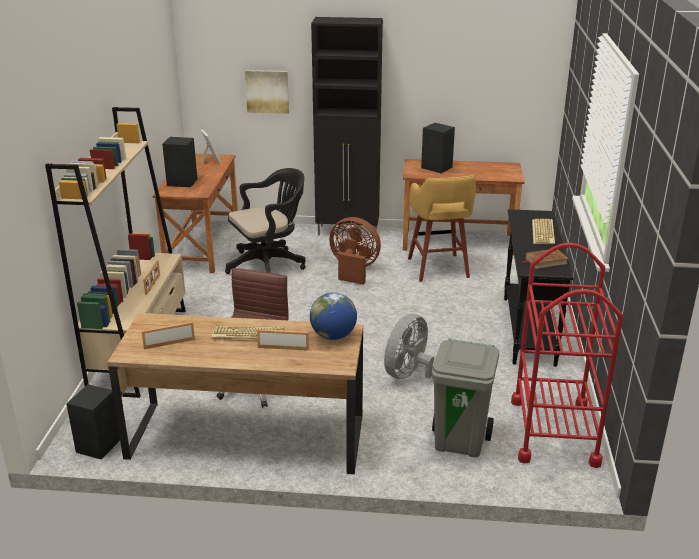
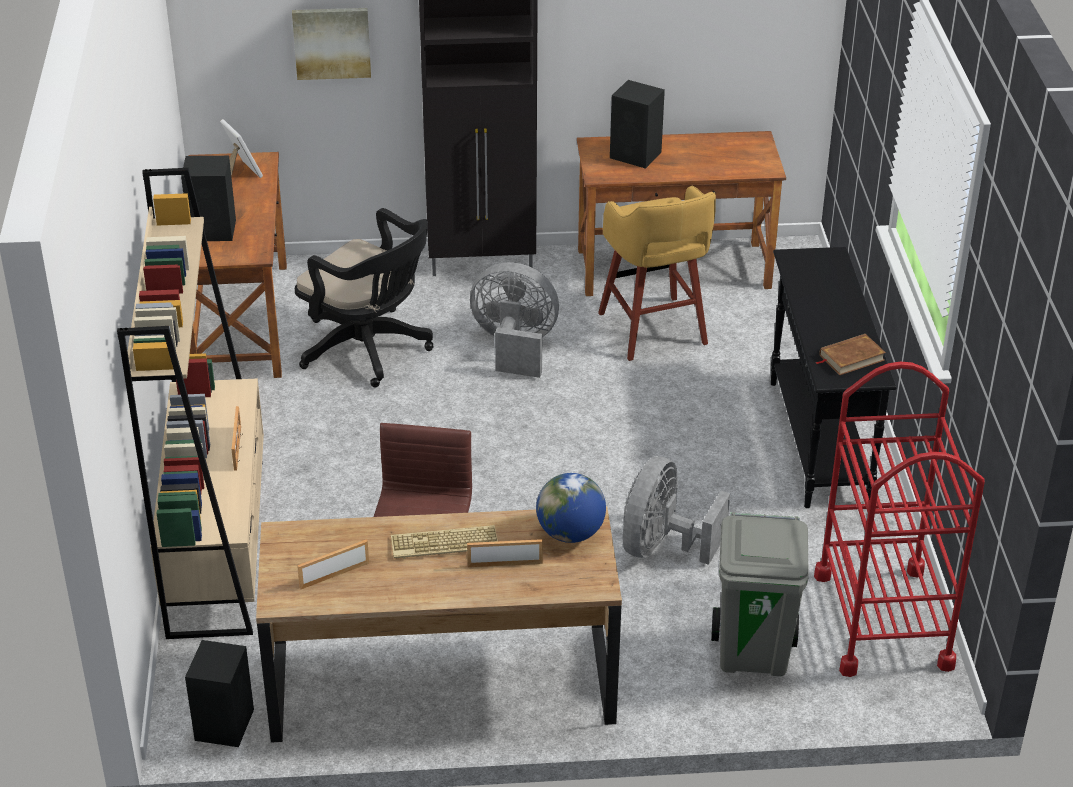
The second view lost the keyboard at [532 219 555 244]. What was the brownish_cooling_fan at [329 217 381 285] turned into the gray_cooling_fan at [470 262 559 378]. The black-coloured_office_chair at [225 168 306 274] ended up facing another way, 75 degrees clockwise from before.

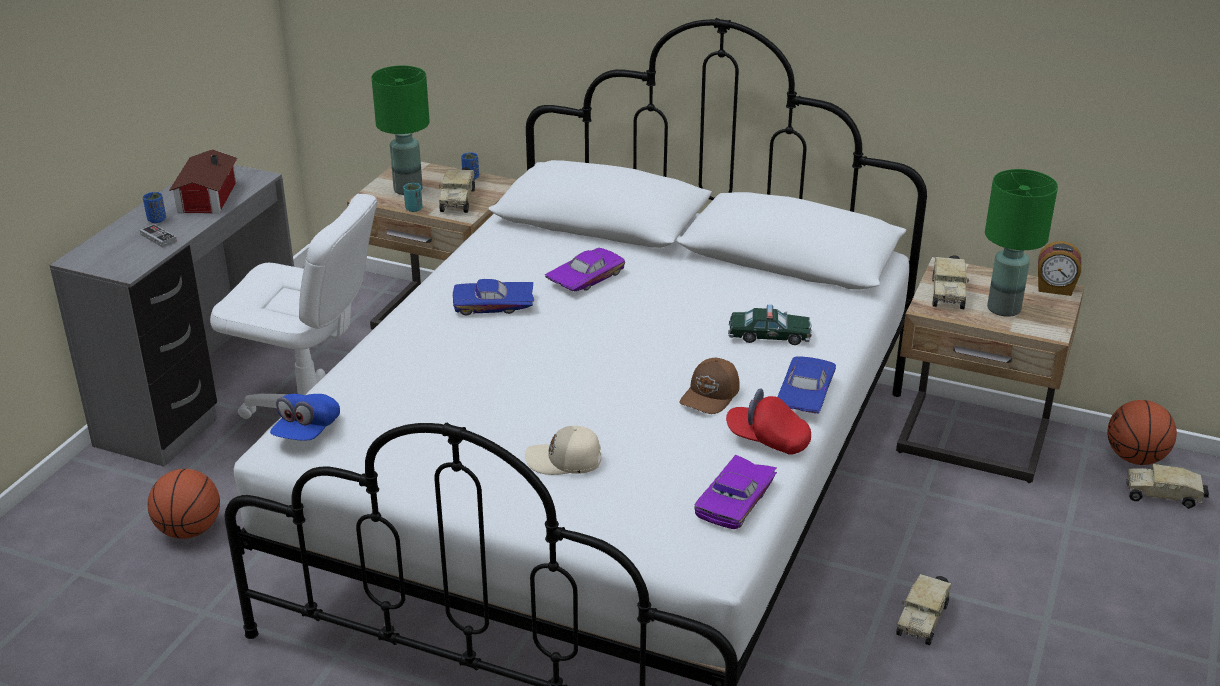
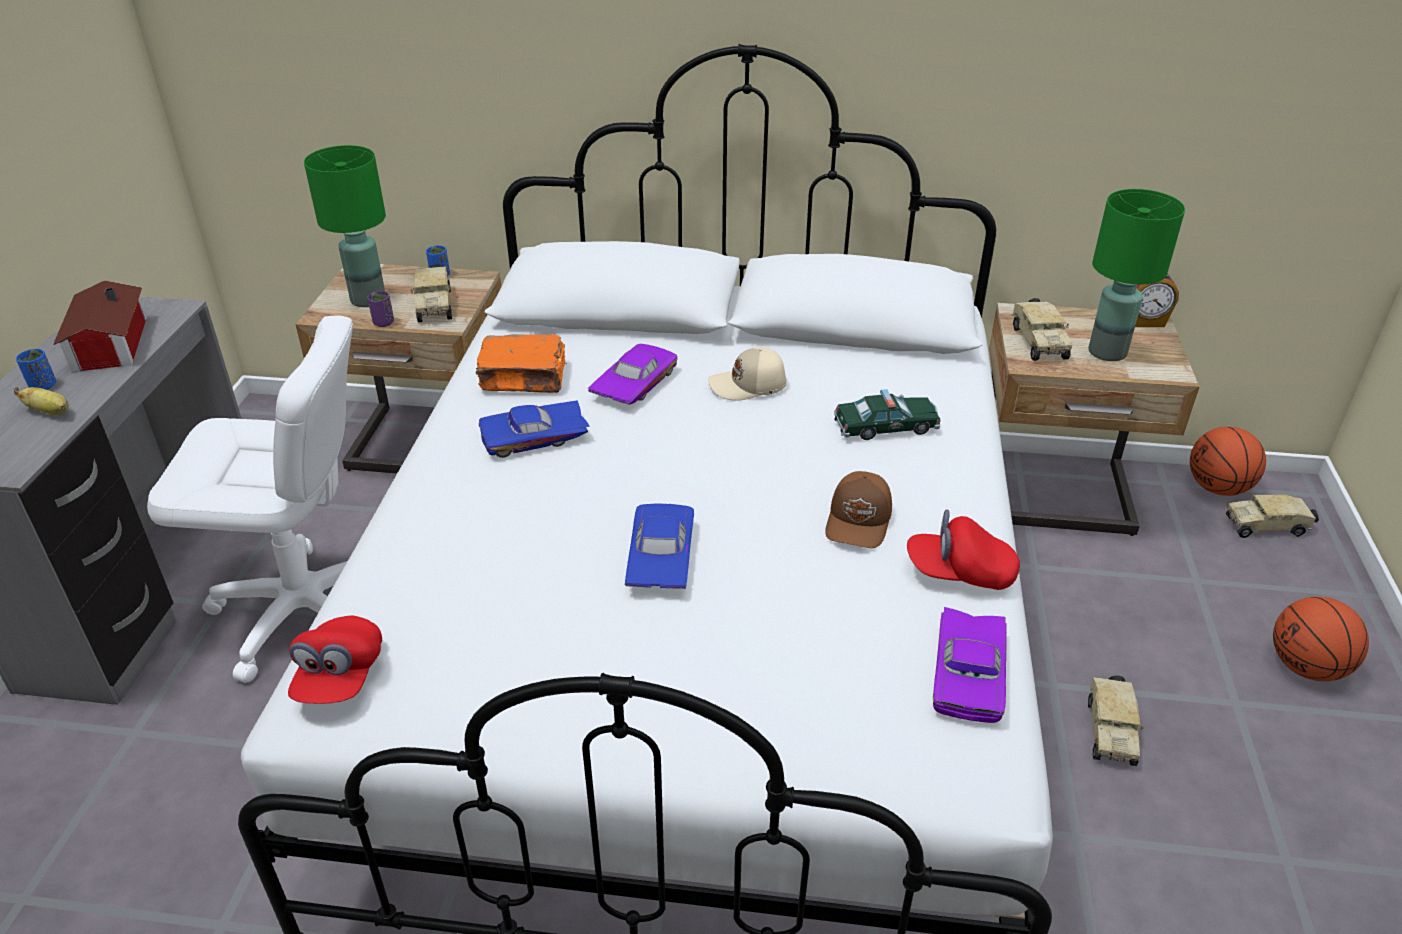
The second view gained the orange-coloured_book at [476 334 566 393]. The basketball_ball ended up elsewhere, having gone from [148 469 220 539] to [1273 597 1369 681]. The beige-coloured_baseball_cap ended up elsewhere, having gone from [525 426 601 475] to [708 348 786 400]. The blue-coloured_toy_car ended up elsewhere, having gone from [778 356 836 414] to [625 503 694 589]. Where the gamepad stood at [140 224 177 247], the banana_fruit came to stand at [14 387 69 415]. What was the blue-coloured_baseball_cap at [270 394 340 440] turned into the reddish_baseball_cap at [288 616 382 704]. What was the turquoise-coloured_small_cup at [403 183 423 212] turned into the purple-coloured_small_cup at [367 291 394 327].

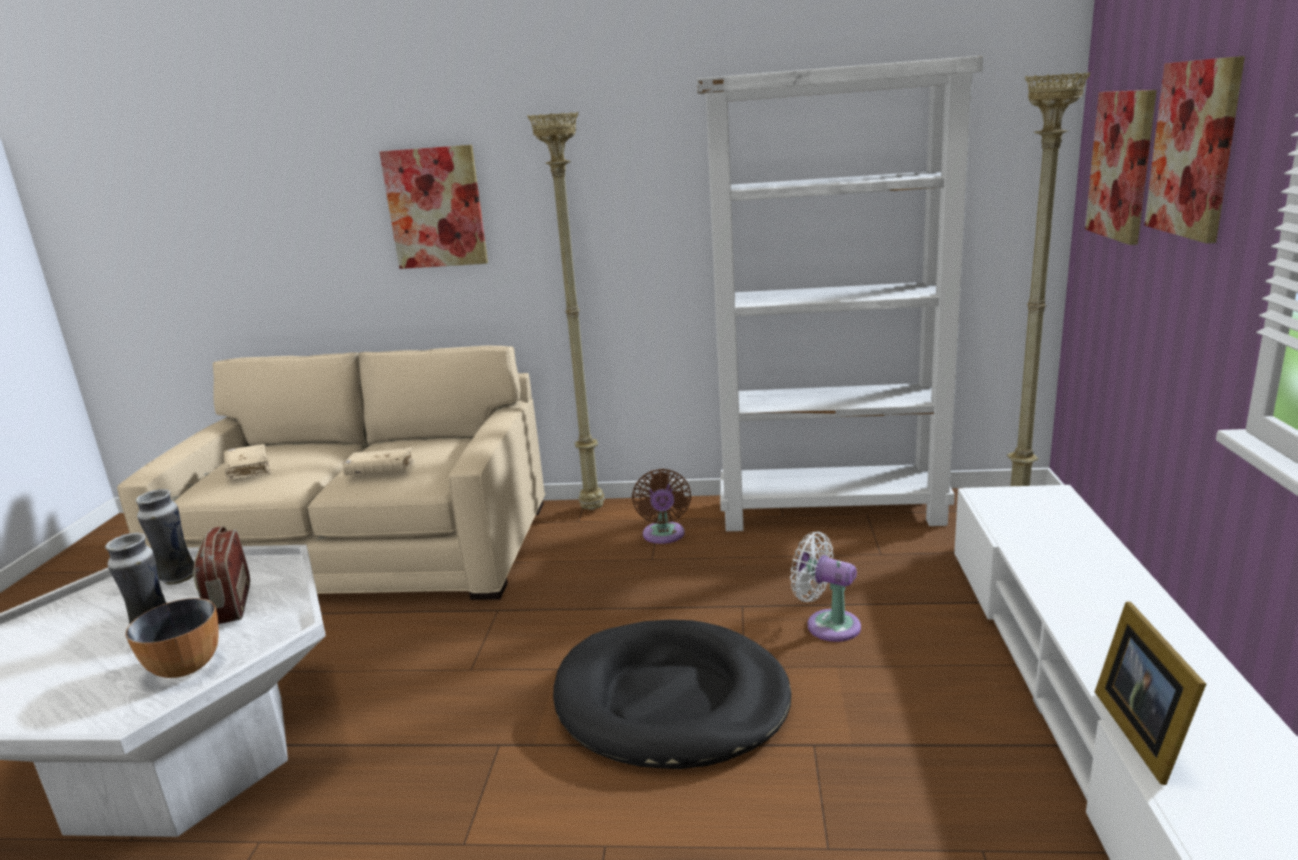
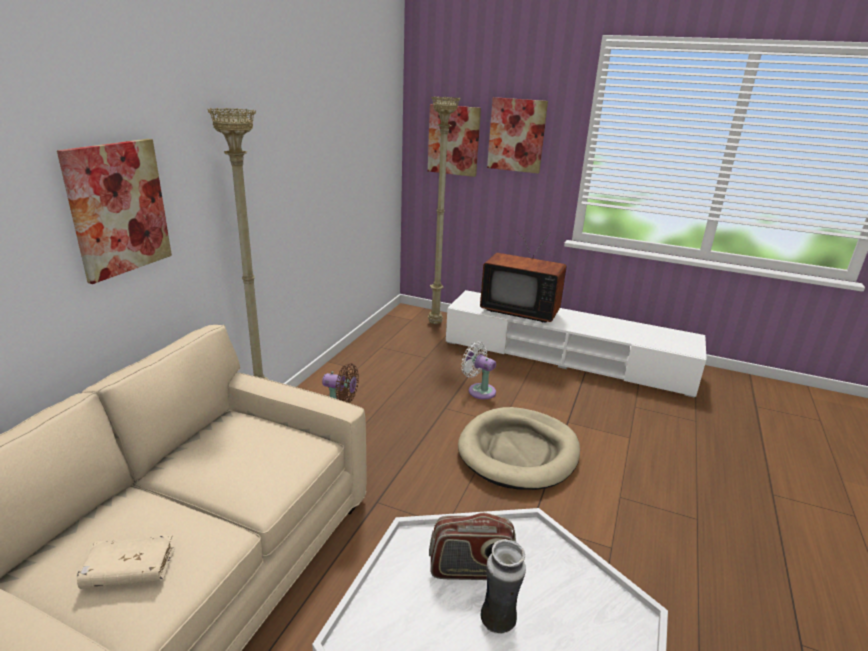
The second view lost the deep_dish at [125 598 219 678]. The second view lost the decorative_vase at [136 489 194 585]. The second view lost the beige-coloured_book at [342 447 415 475]. The second view lost the white-coloured_bookcase at [697 56 984 531]. The second view lost the standing_frame at [1095 602 1206 785]. The second view gained the TV at [480 231 566 323]. What was the black-coloured_dog_bed at [553 620 791 769] turned into the beige-coloured_dog_bed at [458 407 580 490]. The white-coloured_cooling_fan at [790 532 861 642] ended up facing another way, 75 degrees clockwise from before.

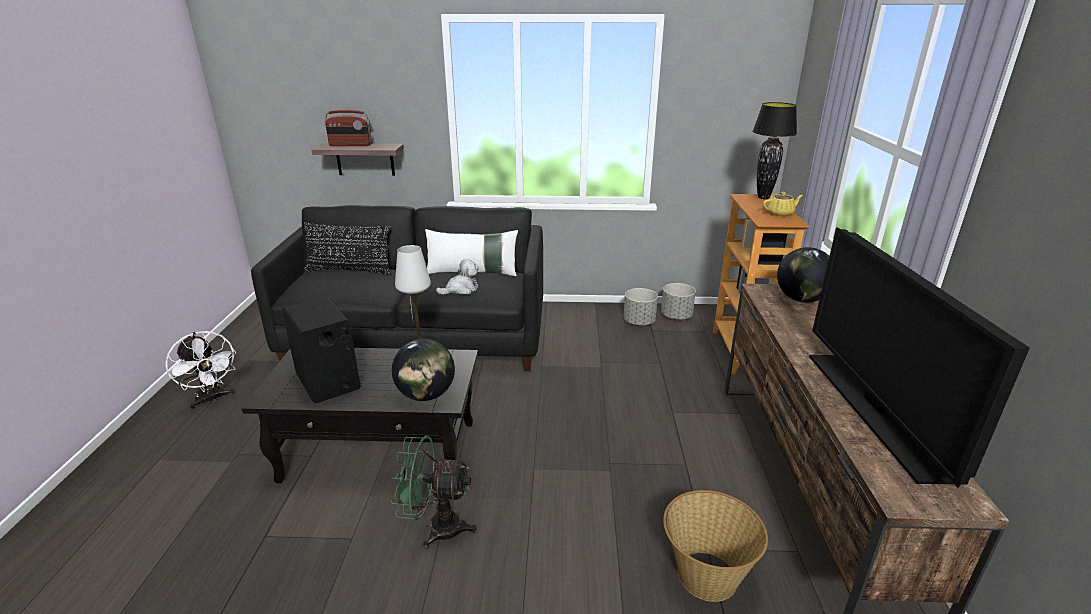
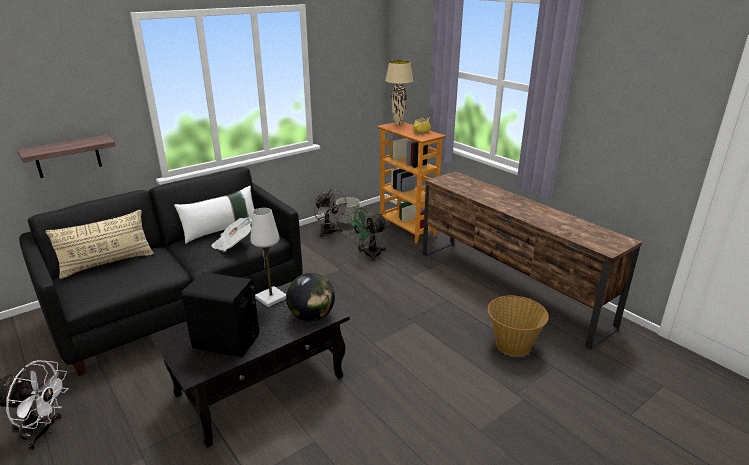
The second view lost the radio at [325 110 372 146]. The second view lost the desk_globe at [777 247 829 303]. The second view lost the TV at [809 227 1030 488]. The green-coloured_cooling_fan ended up elsewhere, having gone from [391 436 477 549] to [347 208 388 261]. Where the plush_toy stood at [436 259 479 295], the newspaper came to stand at [212 217 252 252]. Where the gray_plant_pot stood at [624 288 658 325], the gray_cooling_fan came to stand at [314 189 350 237]. What was the black-coloured_pillow at [304 222 391 275] turned into the beige-coloured_pillow at [46 210 154 279]. What was the black-coloured_table_lamp at [752 102 797 199] turned into the beige-coloured_table_lamp at [385 60 413 125].

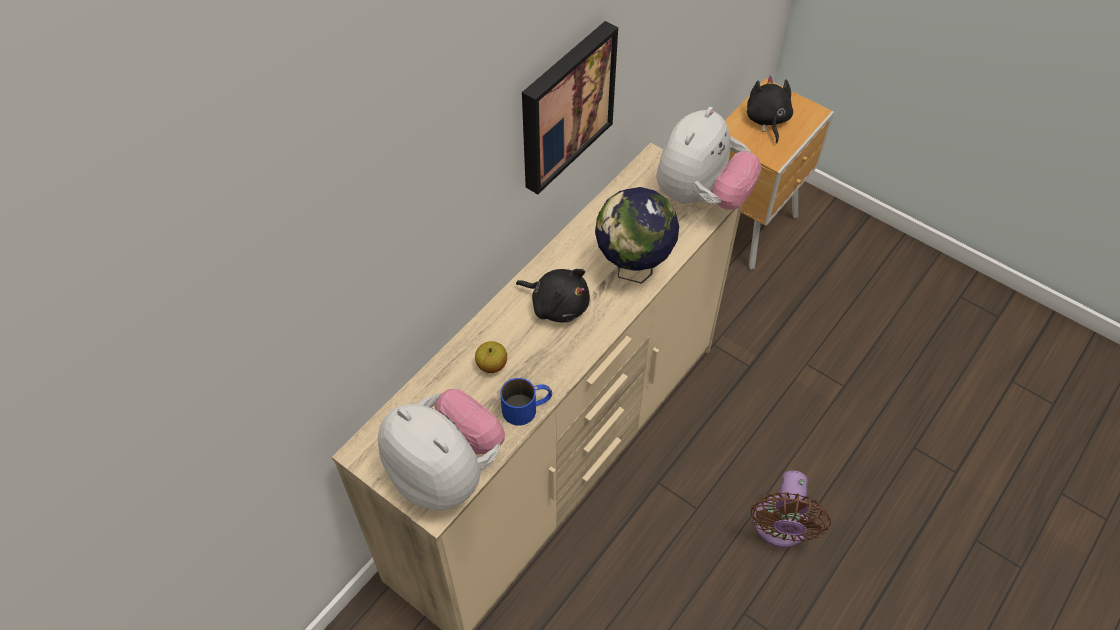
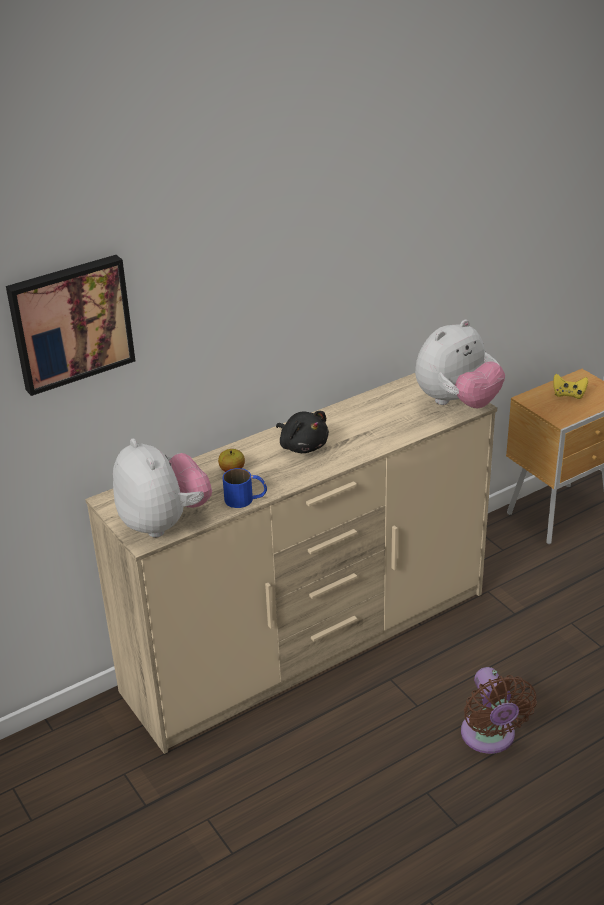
The second view lost the desk_globe at [595 187 679 284]. The wall_art ended up elsewhere, having gone from [522 21 618 194] to [6 255 135 396]. Where the black-coloured_plush_toy stood at [747 75 793 143], the yellow-coloured_gamepad came to stand at [553 374 588 399]. The brownish_cooling_fan at [751 471 831 548] ended up facing another way, 45 degrees counterclockwise from before.

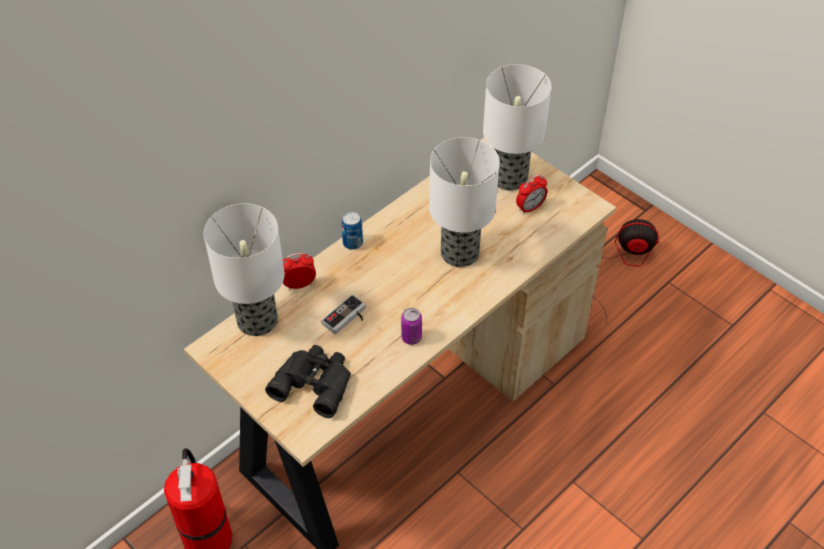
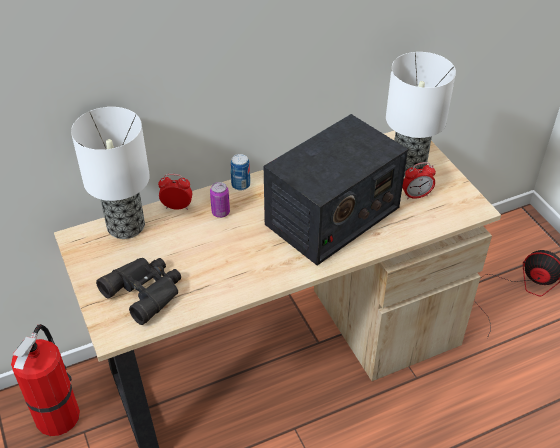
The second view lost the gamepad at [321 294 366 334]. The metal_can ended up elsewhere, having gone from [401 308 422 345] to [210 182 230 218]. Where the table_lamp stood at [429 137 500 267], the radio came to stand at [264 114 408 266].

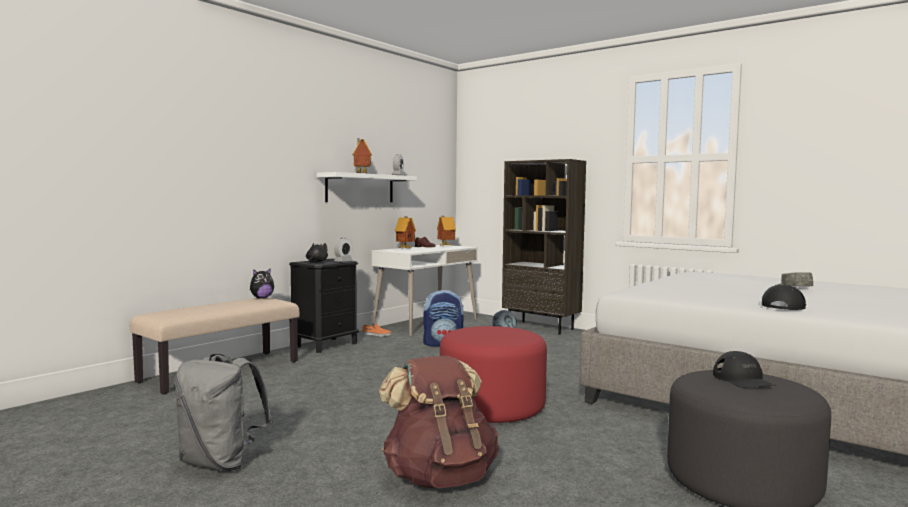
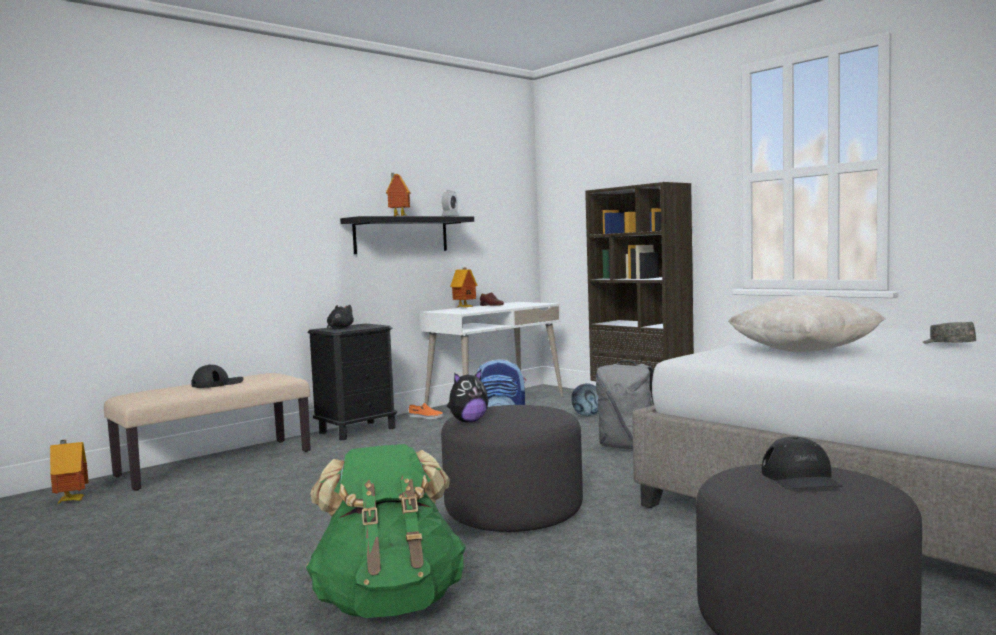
The second view lost the bedside_clock at [334 238 352 262]. The second view gained the beige-coloured_pillow at [728 295 885 352]. The gray_backpack ended up elsewhere, having gone from [175 353 273 471] to [596 360 654 449]. The plush_toy ended up elsewhere, having gone from [250 268 274 299] to [447 370 488 422]. The miniature_house ended up elsewhere, having gone from [437 216 456 246] to [50 440 89 503]. The black-coloured_baseball_cap ended up elsewhere, having gone from [762 284 806 310] to [191 365 244 388]. What was the white-coloured_bracket_shelf at [317 172 417 202] turned into the black-coloured_bracket_shelf at [340 216 474 254]. What was the brownish_backpack at [379 355 499 488] turned into the green-coloured_backpack at [306 444 466 618]. What was the reddish_footrest at [440 326 547 423] turned into the gray_footrest at [441 405 583 532].

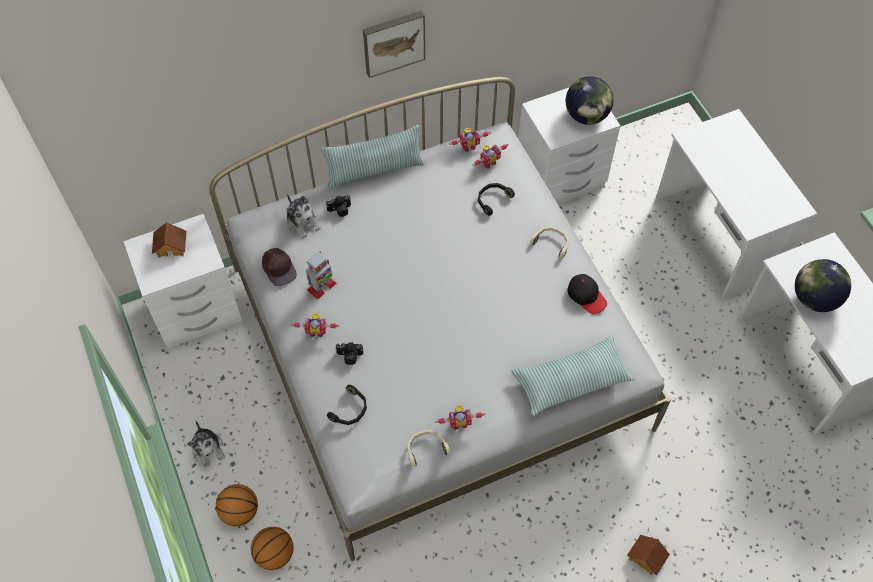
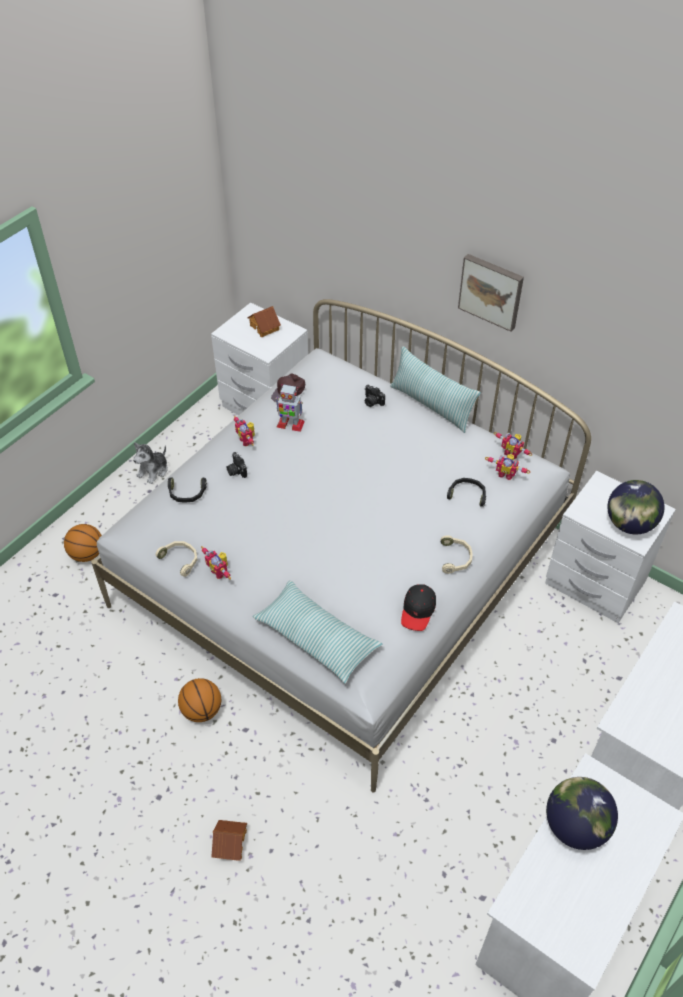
The second view lost the plush_toy at [286 194 321 239]. The basketball_ball ended up elsewhere, having gone from [216 484 258 526] to [178 678 221 722].

